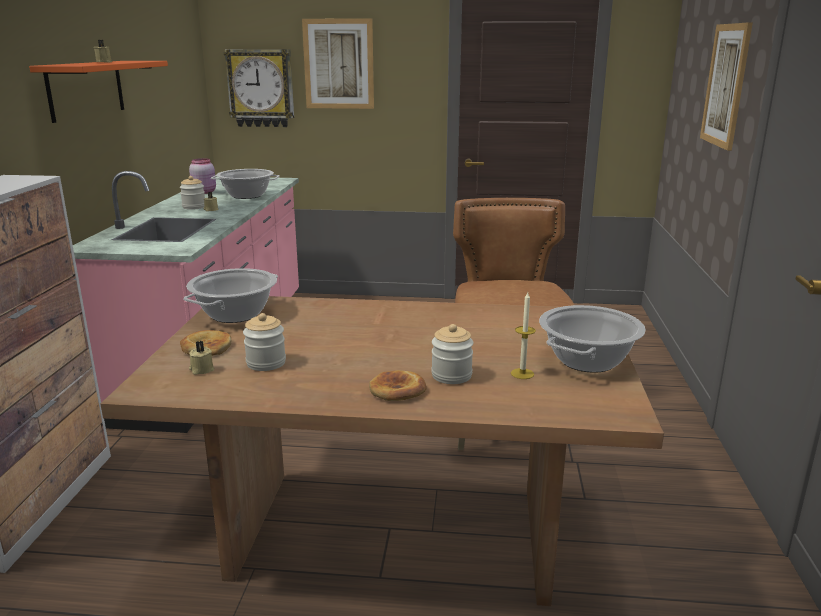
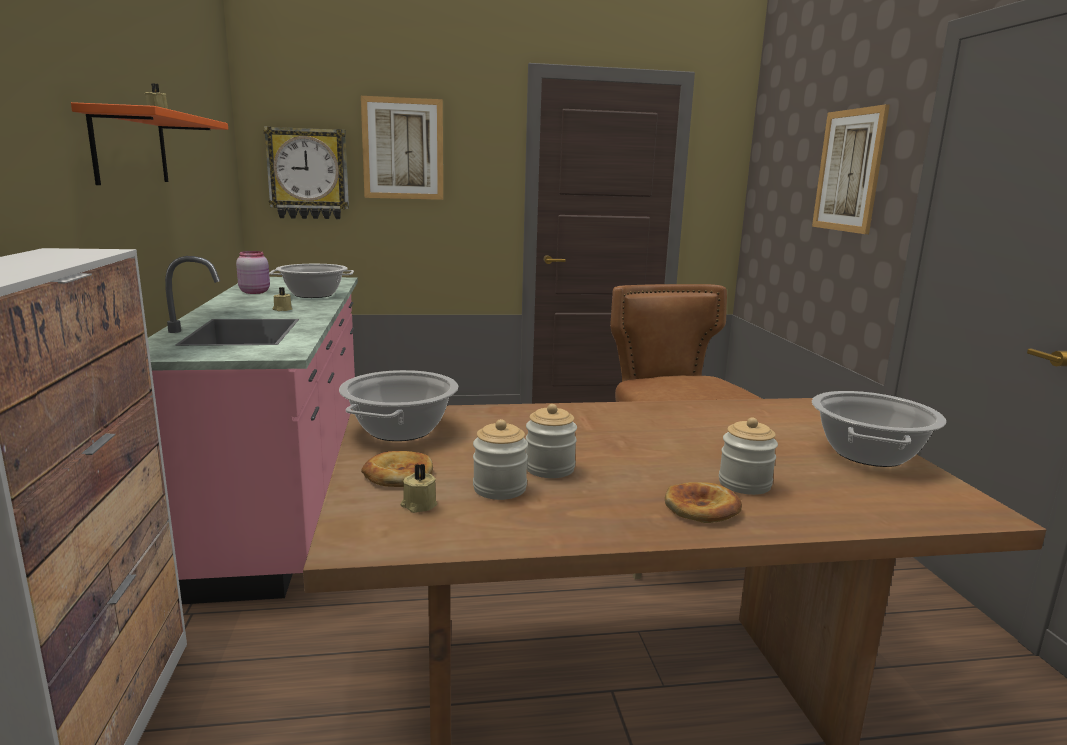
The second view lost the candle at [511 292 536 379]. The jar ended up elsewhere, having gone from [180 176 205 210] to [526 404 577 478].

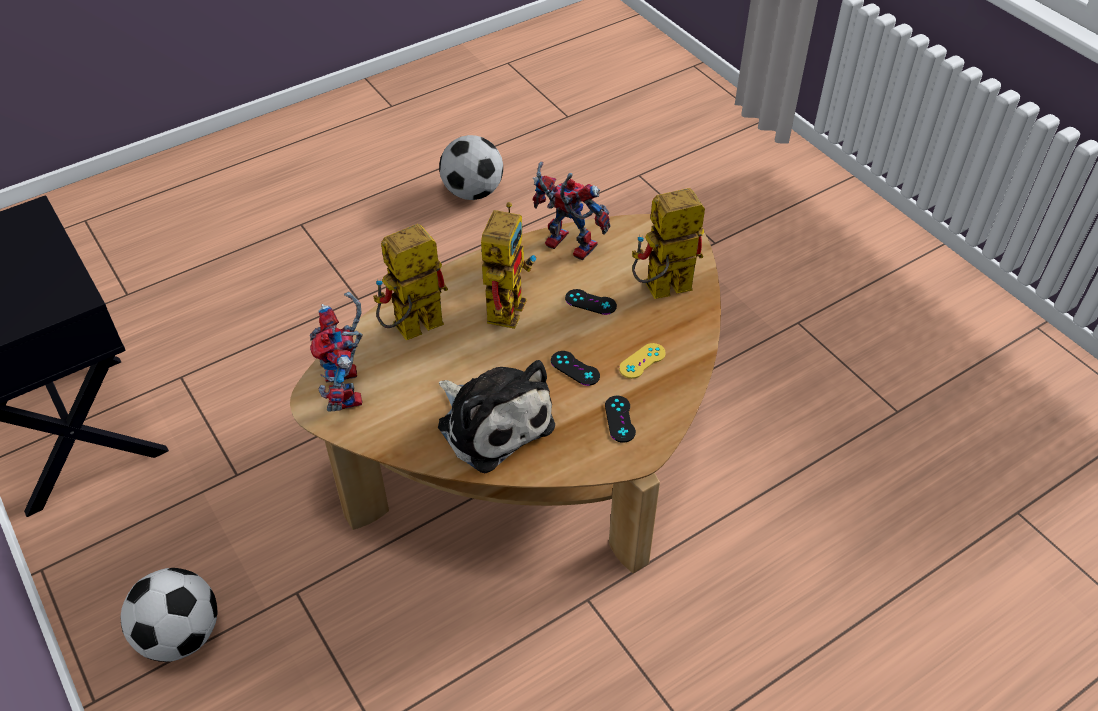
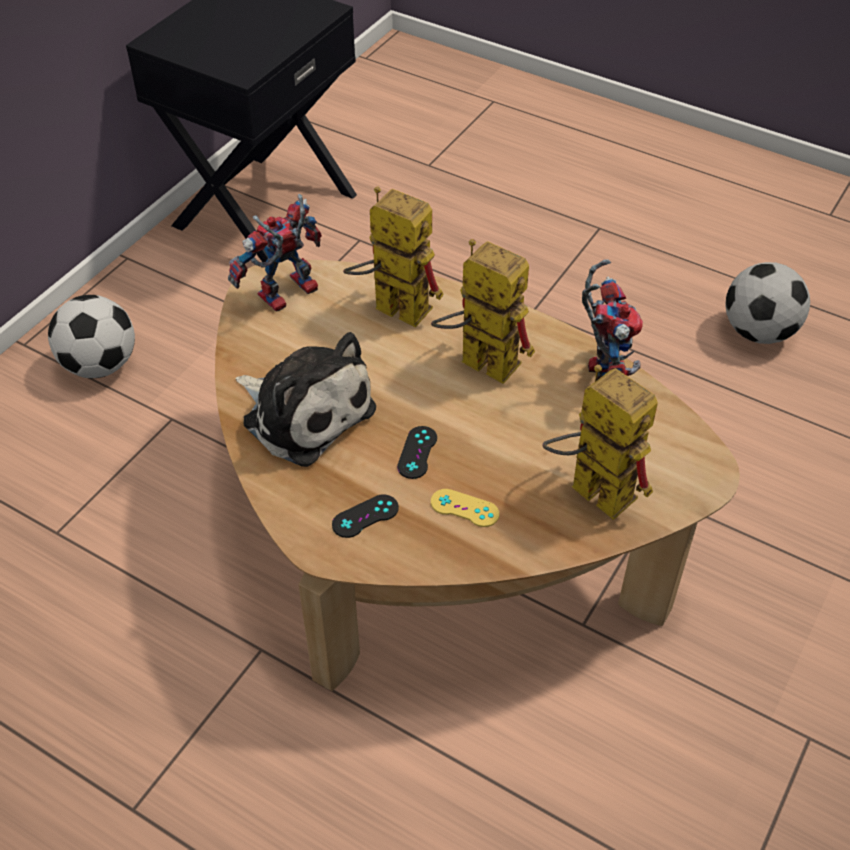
The second view lost the black-coloured_gamepad at [565 289 617 315]. The plush_toy at [438 360 555 473] ended up facing another way, 75 degrees counterclockwise from before. The toy_robot at [481 202 536 329] ended up facing another way, 135 degrees counterclockwise from before.

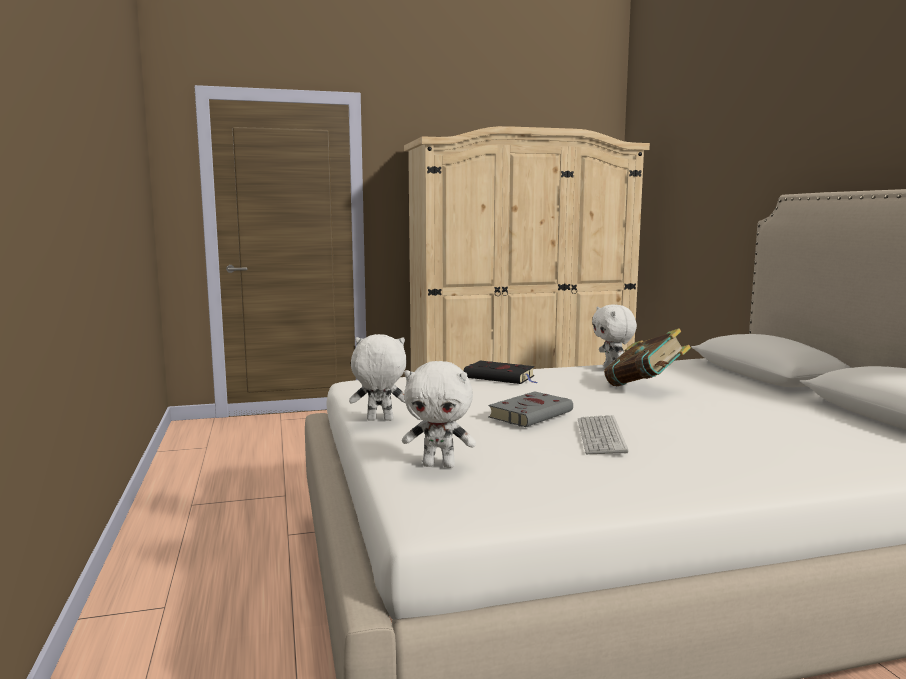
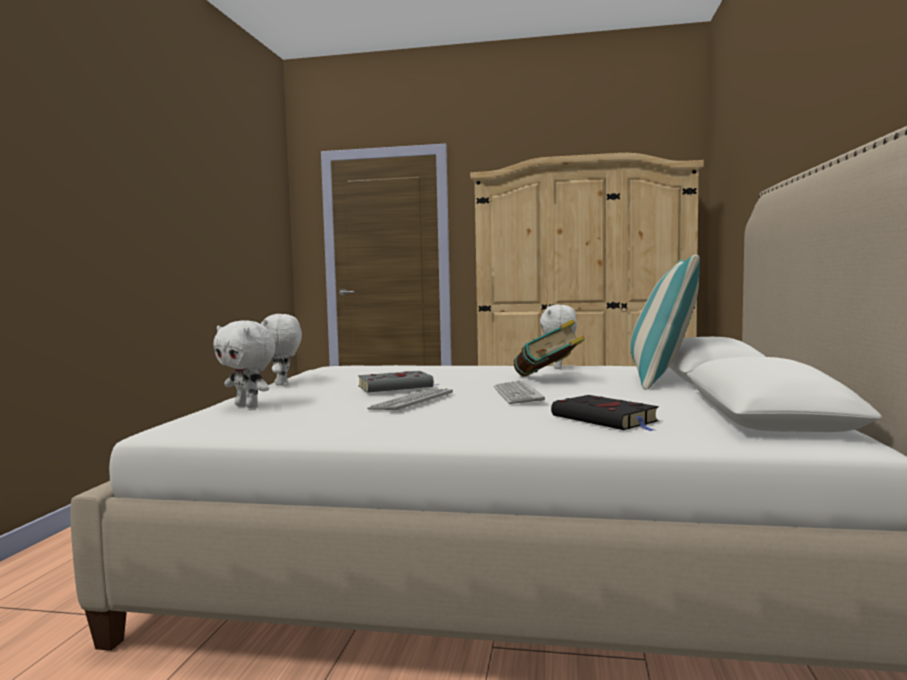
The second view gained the keyboard at [493 380 545 404]. The second view gained the pillow at [630 255 700 390]. The black-coloured_book ended up elsewhere, having gone from [464 361 538 384] to [551 395 659 431]. The white-coloured_plush_toy at [349 334 407 421] ended up facing another way, 120 degrees counterclockwise from before.

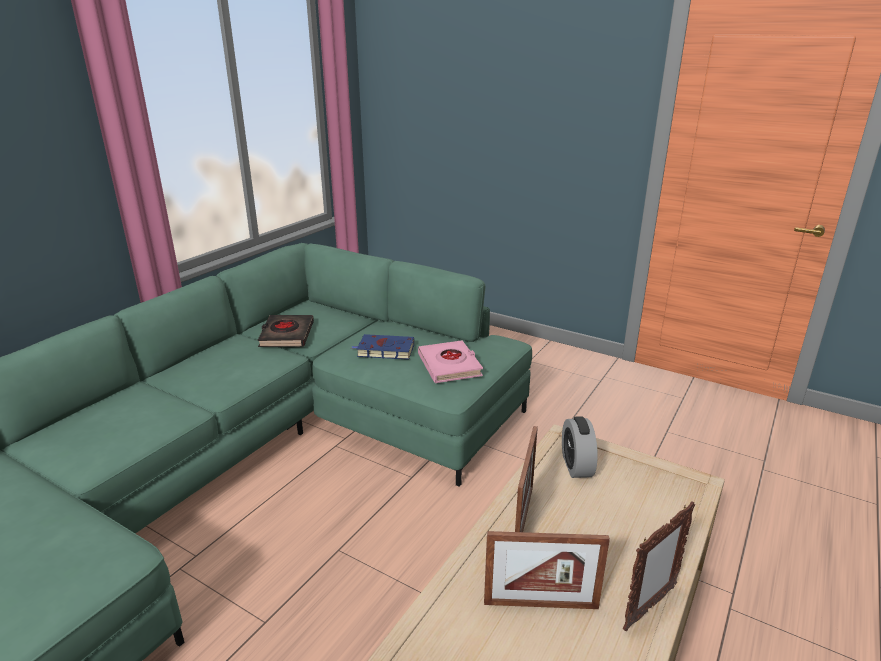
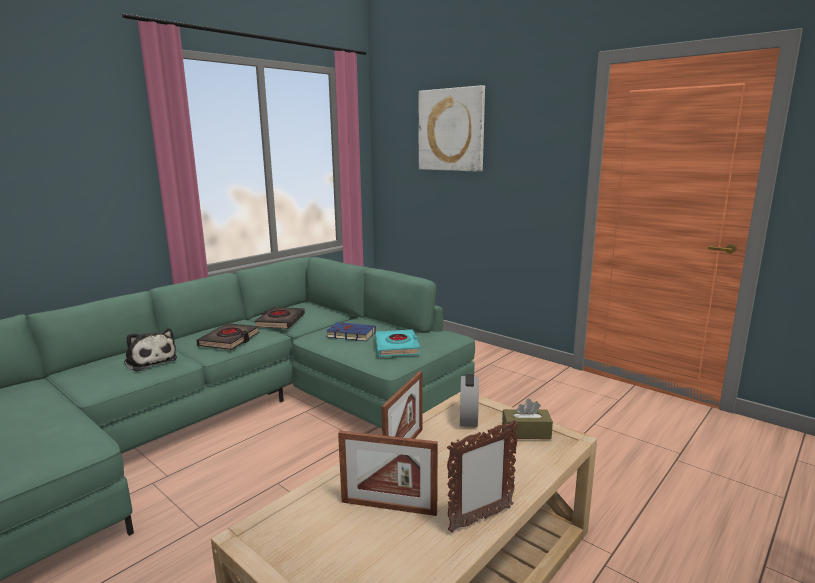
The second view gained the plush_toy at [124 328 177 371]. The second view gained the black-coloured_book at [196 323 259 350]. The second view gained the wall_art at [418 85 485 172]. The second view gained the brownish_tissue_holder at [502 399 553 439]. What was the pink-coloured_book at [418 340 483 383] turned into the turquoise-coloured_book at [375 330 420 357].

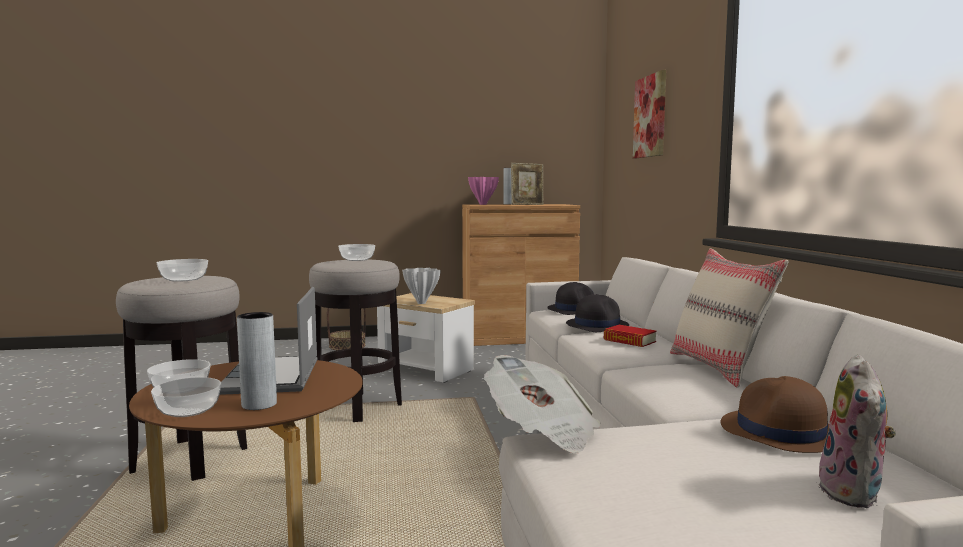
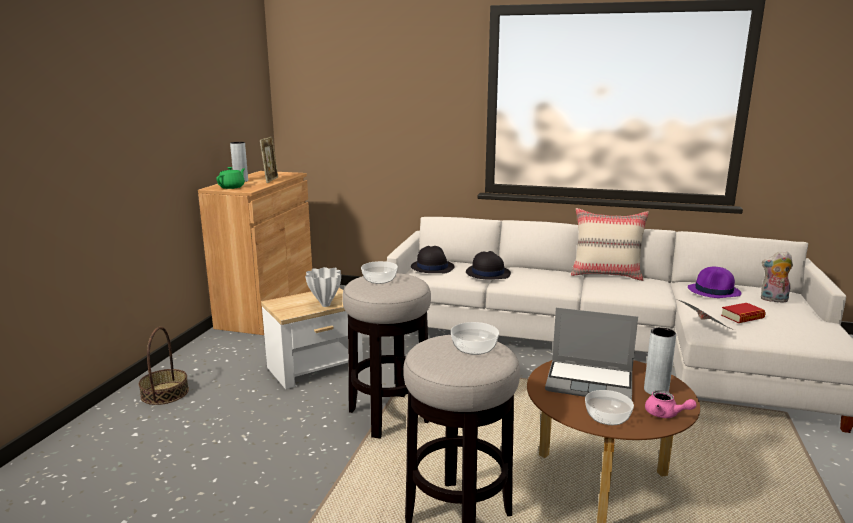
The second view lost the wall_art at [633 70 666 158]. The book ended up elsewhere, having gone from [604 325 657 347] to [721 303 766 323]. Where the deep_dish stood at [151 377 221 417], the pink-coloured_tea_pot came to stand at [645 390 696 418]. Where the pink-coloured_decorative_vase stood at [468 177 499 205], the green-coloured_tea_pot came to stand at [216 167 245 189]. What was the brownish_hat at [721 376 829 453] turned into the purple-coloured_hat at [688 267 741 298]. The plush_toy at [819 354 896 508] ended up facing another way, 150 degrees clockwise from before.

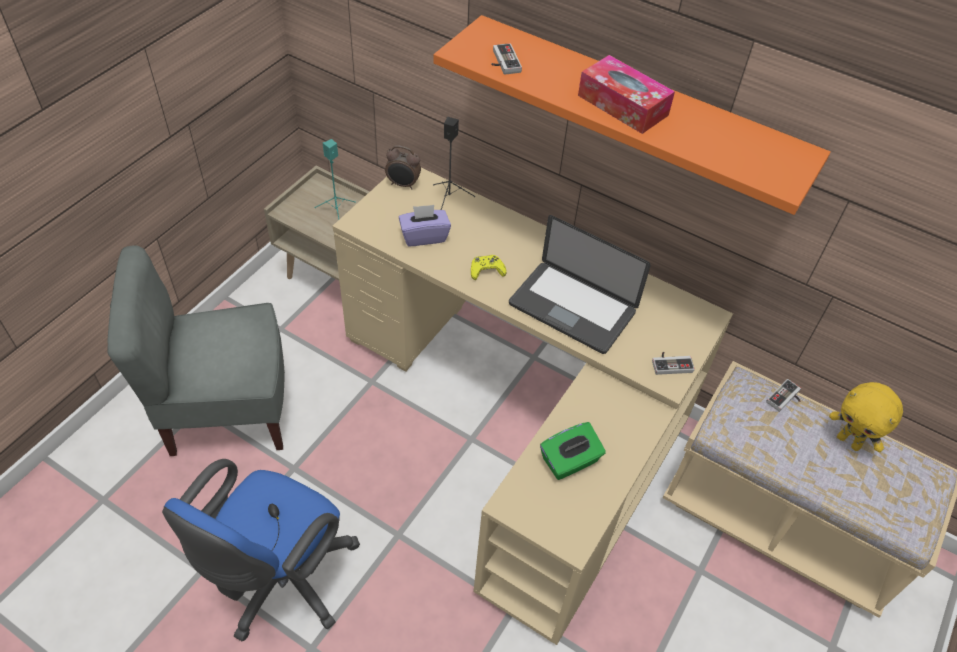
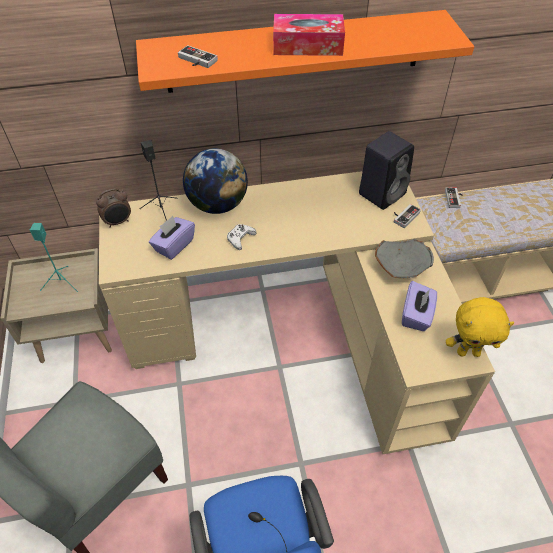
The second view lost the notebook_computer at [509 215 651 354]. The second view gained the desk_globe at [183 148 248 214]. The second view gained the black-coloured_loudspeaker at [359 131 414 210]. The second view gained the gray_deep_dish at [375 238 434 278]. The yellow-coloured_plush_toy ended up elsewhere, having gone from [829 382 903 452] to [446 297 514 357]. What was the yellow-coloured_gamepad at [471 255 507 280] turned into the white-coloured_gamepad at [227 224 257 250]. What was the green-coloured_tissue_holder at [540 422 606 480] turned into the purple-coloured_tissue_holder at [402 281 437 331].

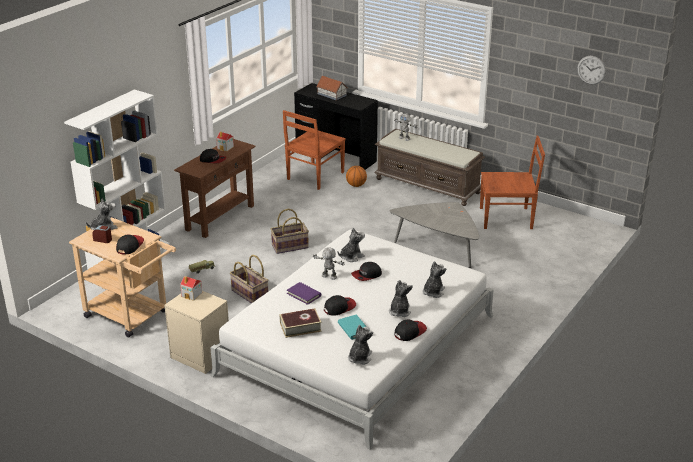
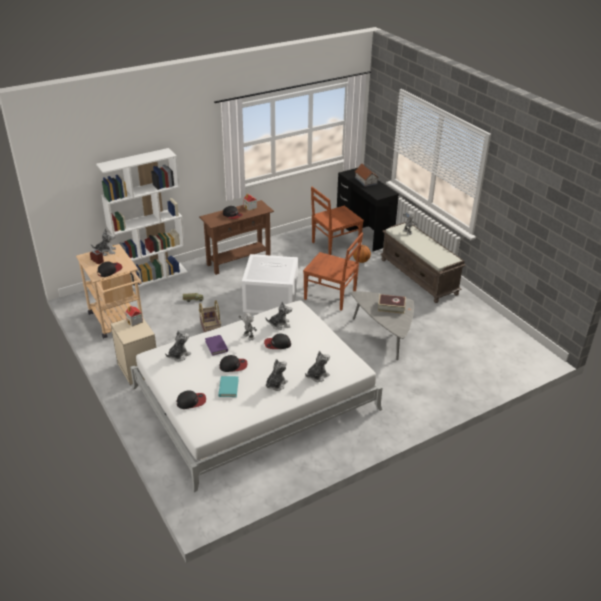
The second view lost the wall_clock at [577 56 606 85]. The book ended up elsewhere, having gone from [280 308 322 338] to [378 294 406 314]. The plush_toy ended up elsewhere, having gone from [348 325 373 365] to [165 331 191 361]. The baseball_cap ended up elsewhere, having gone from [394 319 427 341] to [176 390 206 409]. The brownish_plain_chair ended up elsewhere, having gone from [480 136 545 229] to [303 233 363 311]. Where the storage_basket stood at [271 209 309 254], the white-coloured_storage_container came to stand at [242 254 298 313].

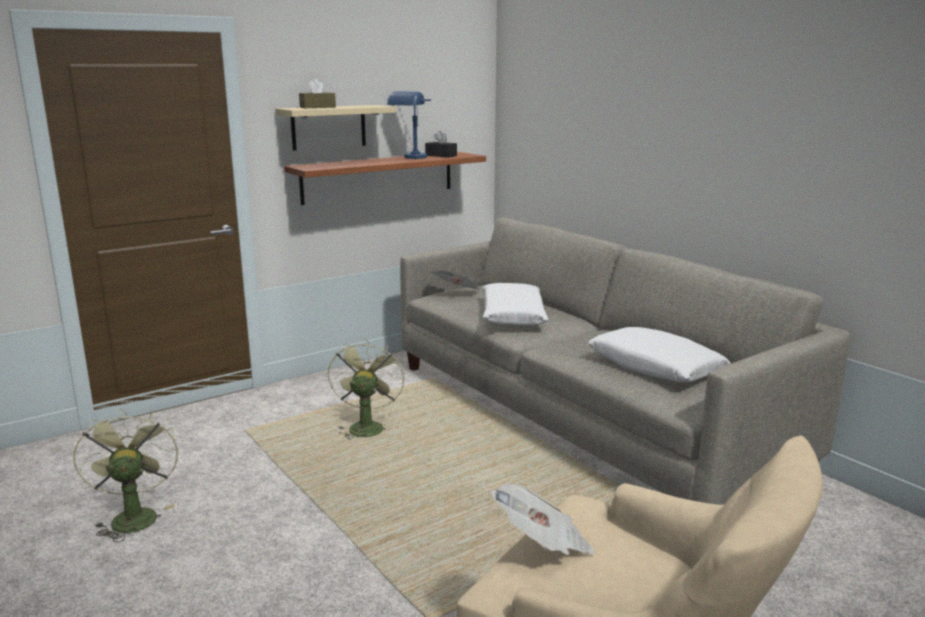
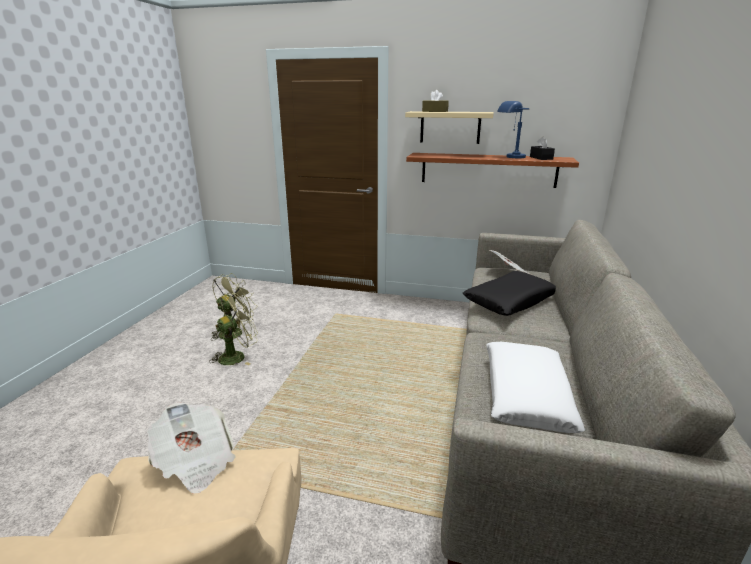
The green-coloured_cooling_fan ended up elsewhere, having gone from [328 339 404 440] to [209 293 258 365]. What was the white-coloured_pillow at [482 283 548 325] turned into the black-coloured_pillow at [463 271 556 316].

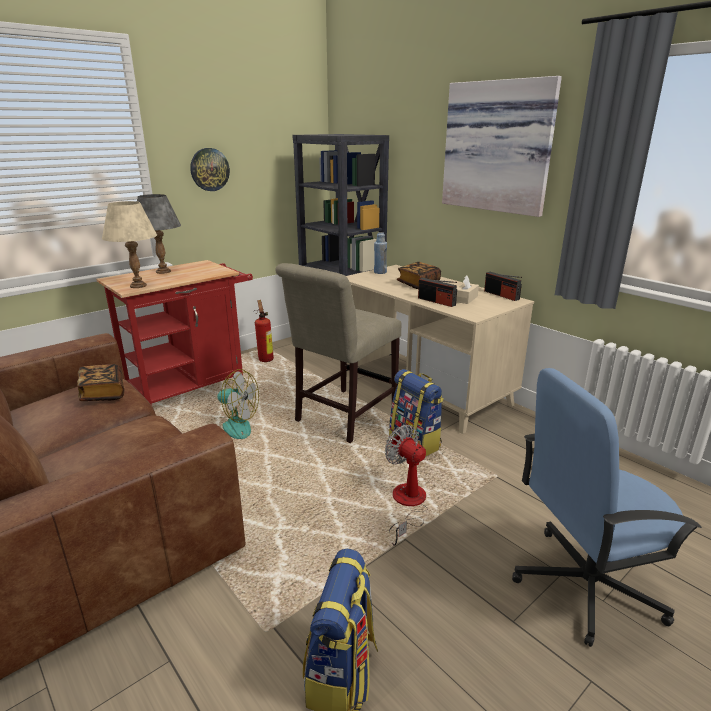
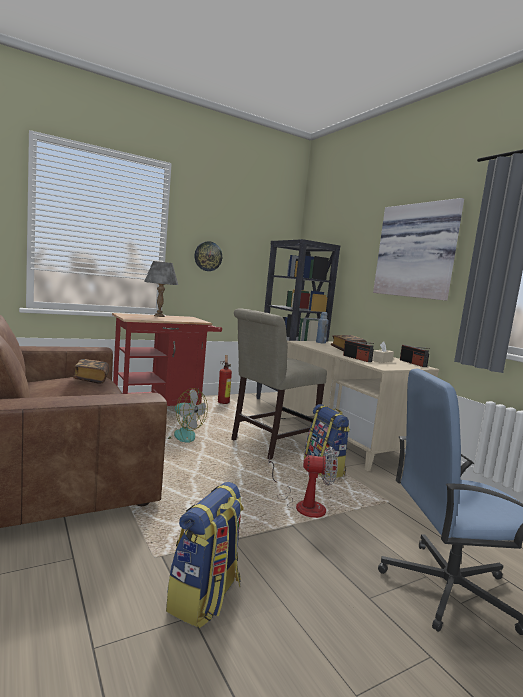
The second view lost the beige-coloured_table_lamp at [102 201 157 288]. The cooling_fan at [385 425 428 546] ended up facing another way, 120 degrees clockwise from before.

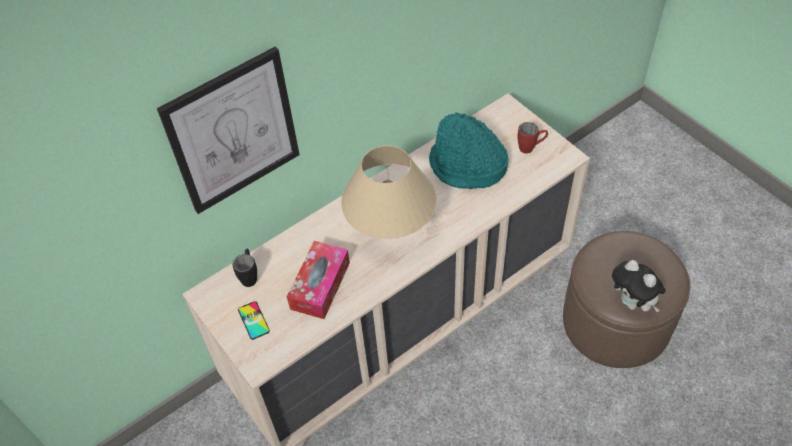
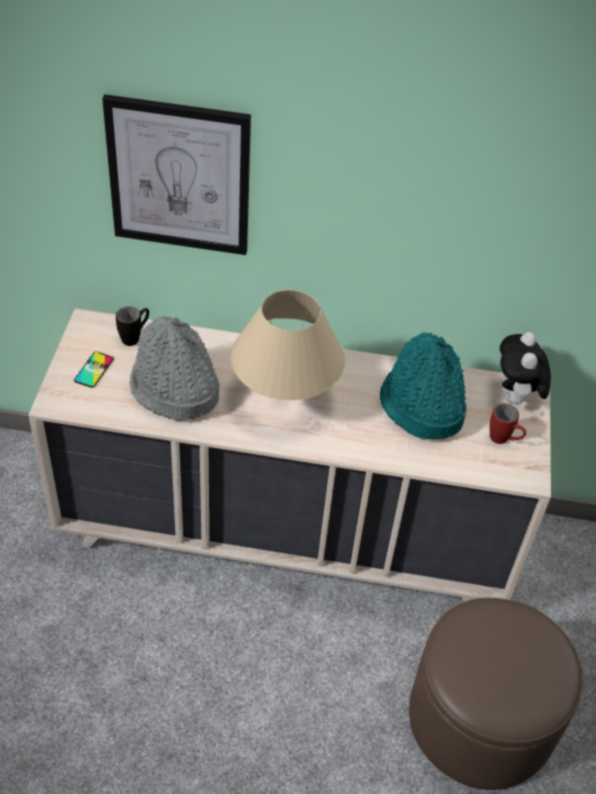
The plush_toy ended up elsewhere, having gone from [612 260 666 312] to [500 332 551 407]. Where the tissue_holder stood at [287 241 350 319], the gray_hat came to stand at [129 316 219 420].

